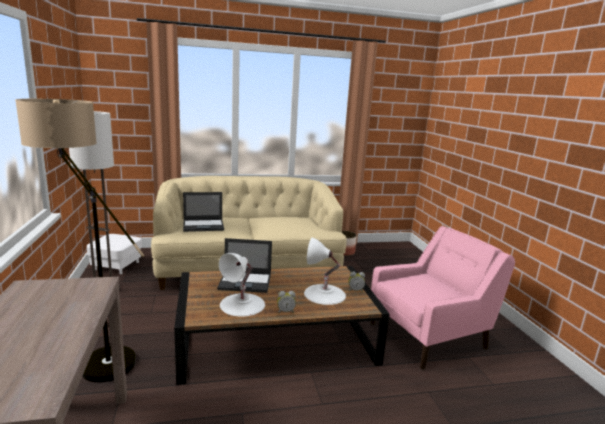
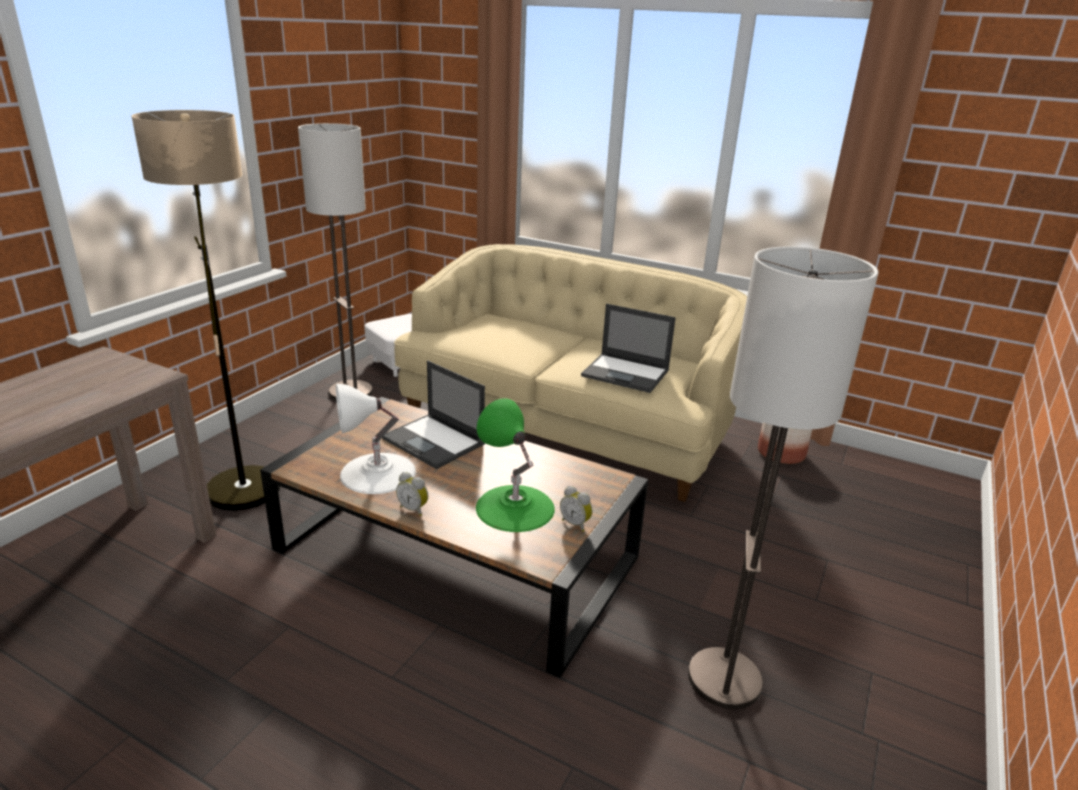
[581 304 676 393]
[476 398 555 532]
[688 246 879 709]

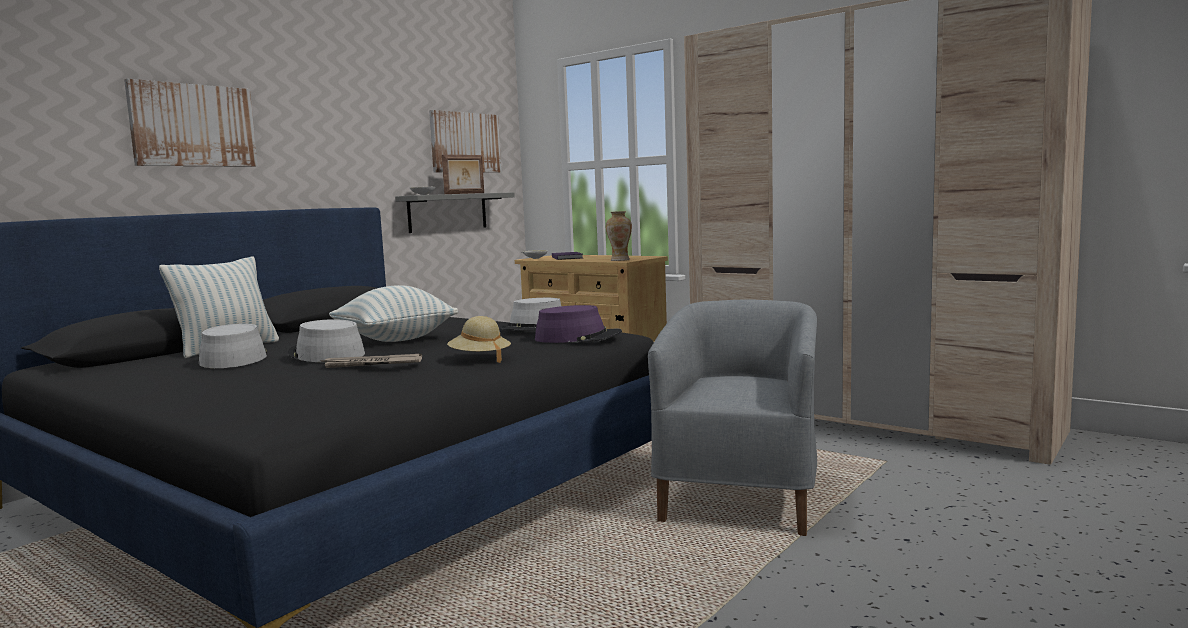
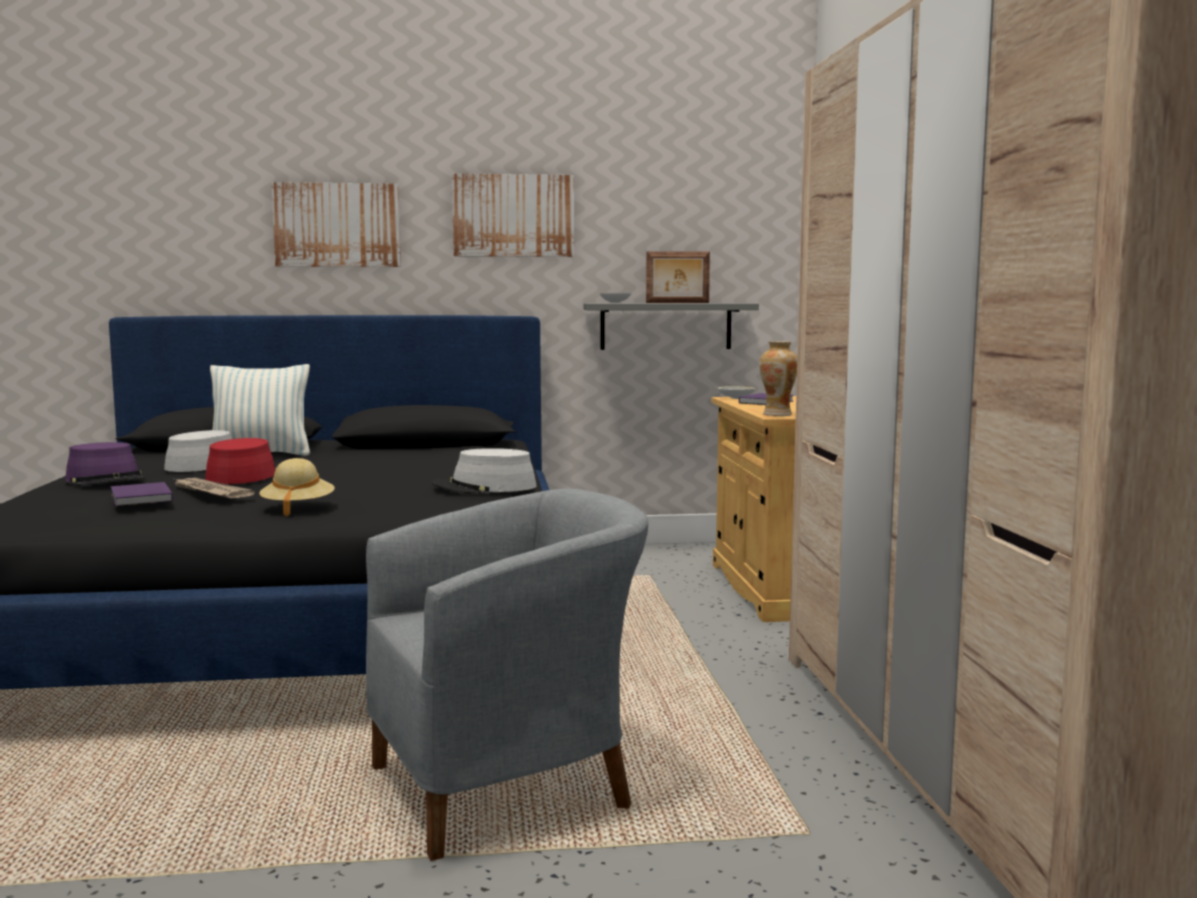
[205 438 278 484]
[329 285 458 342] (first image)
[452 173 574 257]
[65 442 146 486]
[110 482 173 507]

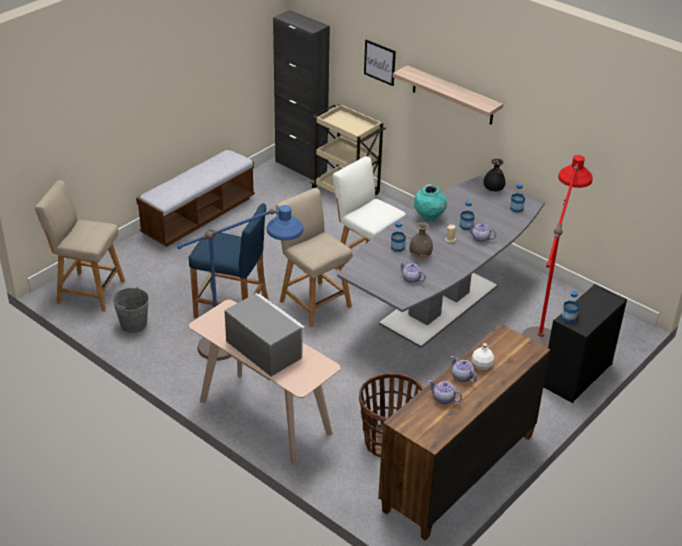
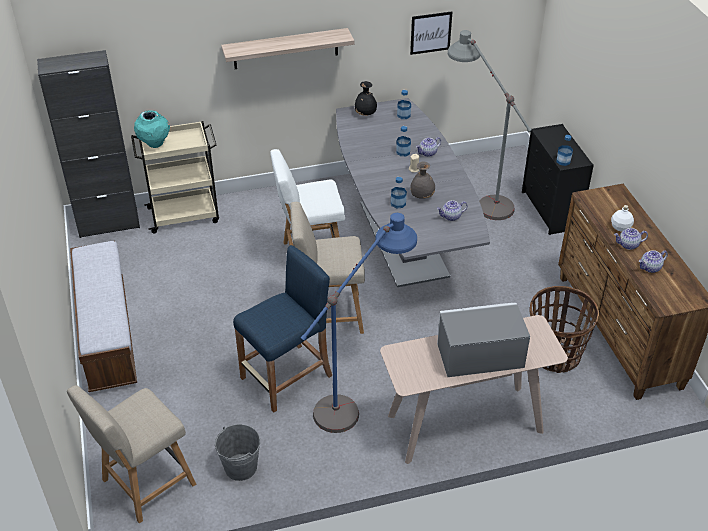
[410 11 452 55]
[134 110 170 148]
[448 30 532 220]

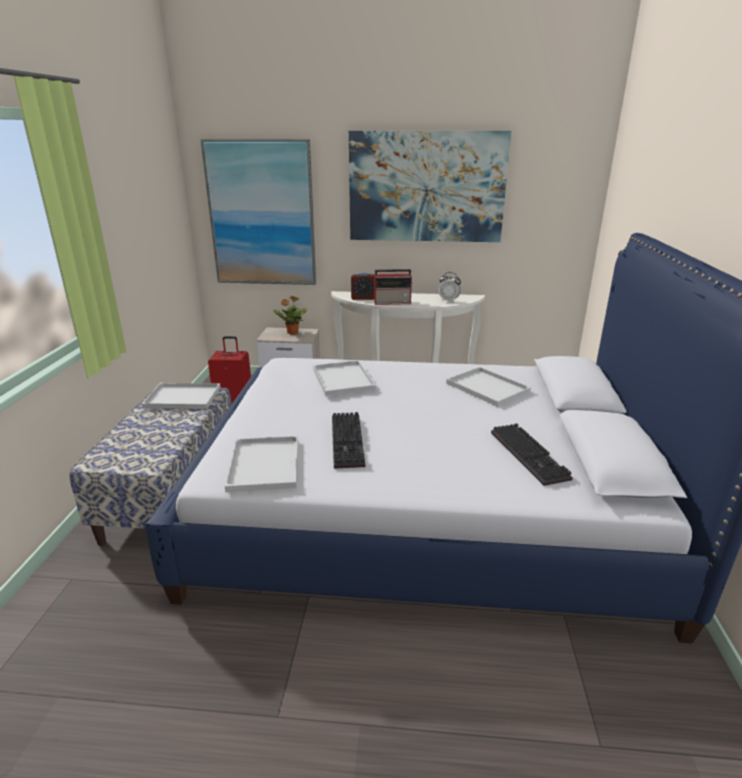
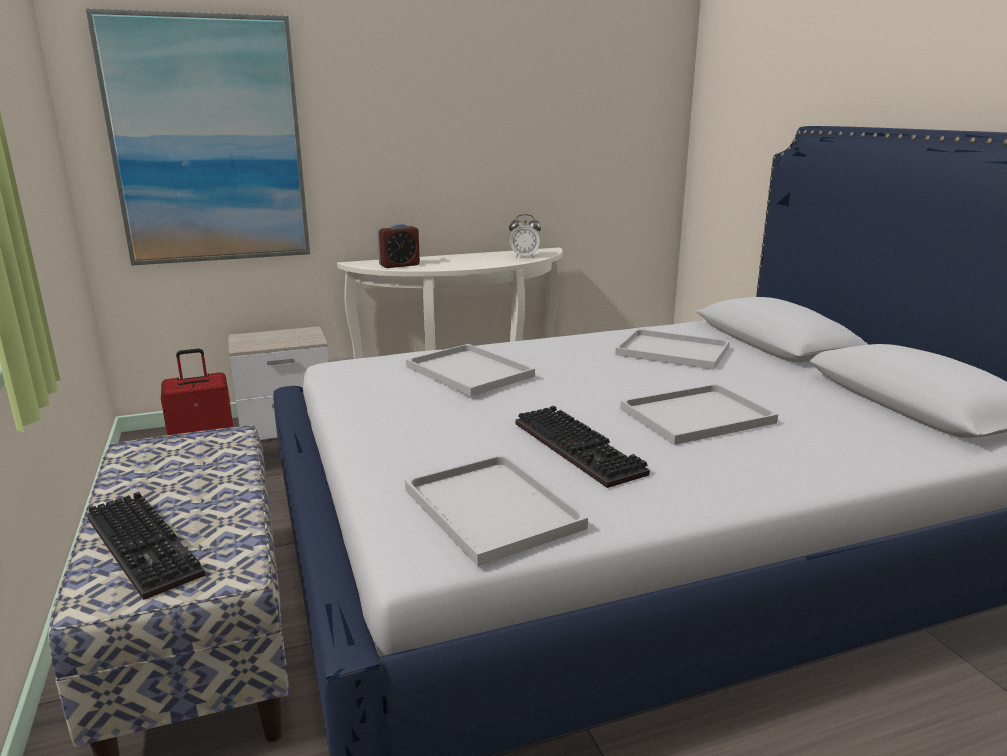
[620 384 778 445]
[273 296 308 335] (first image)
[349 131 511 242] (first image)
[374 269 413 305] (first image)
[87 492 205 600]

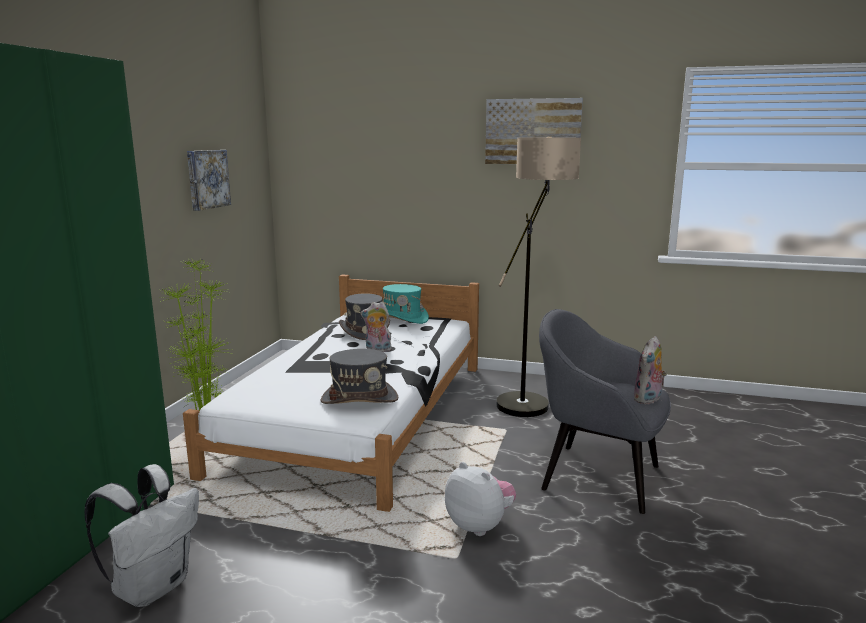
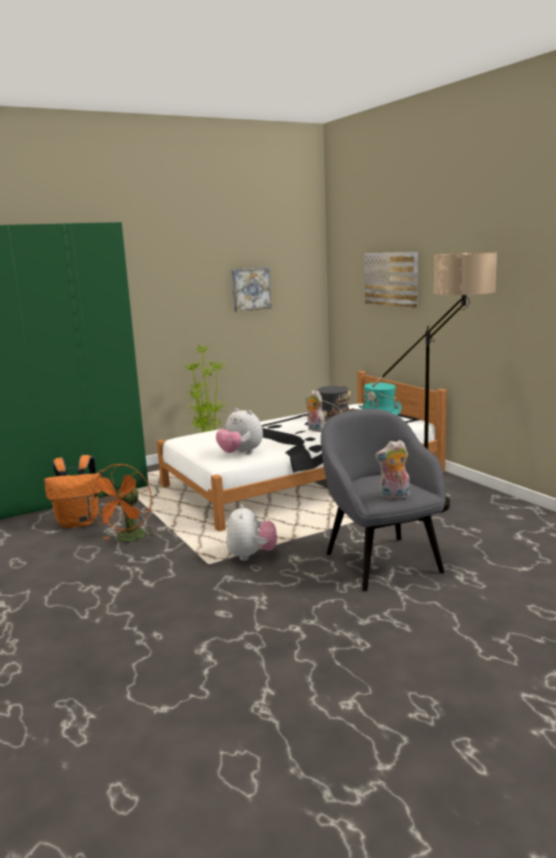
[44 455 101 528]
[216 408 263 454]
[365 252 418 308]
[88 464 156 542]

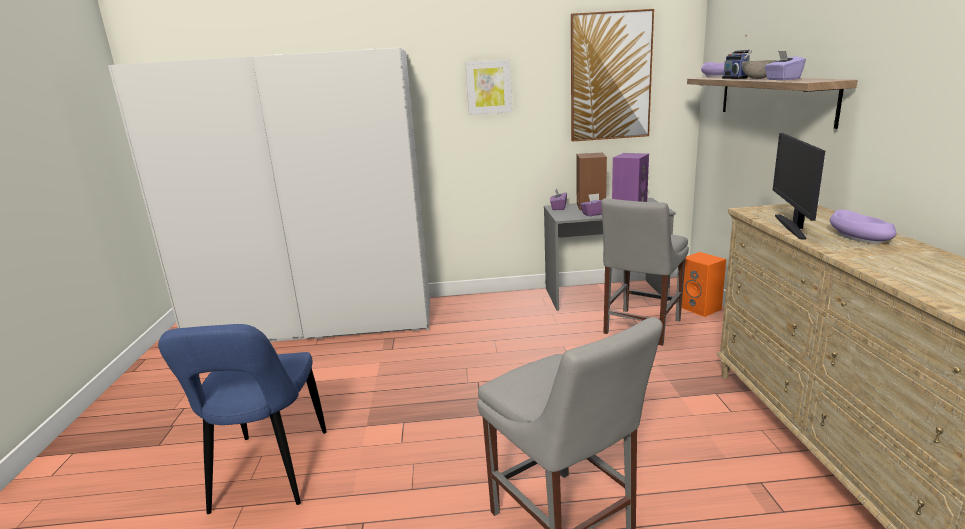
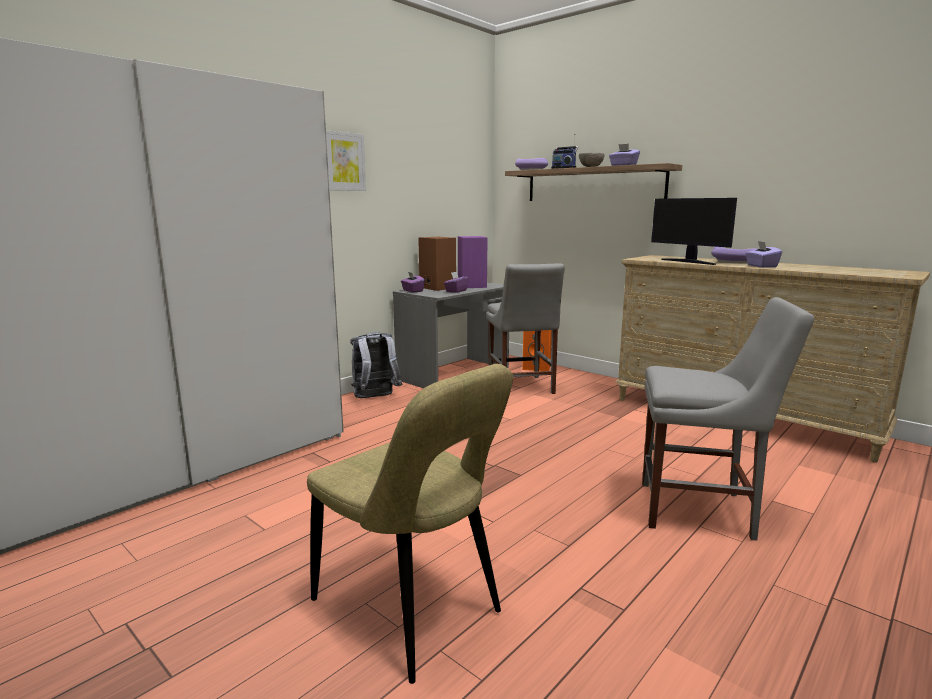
[307 364 513 684]
[571 9 654 142] (first image)
[350 332 402 398]
[745 241 782 268]

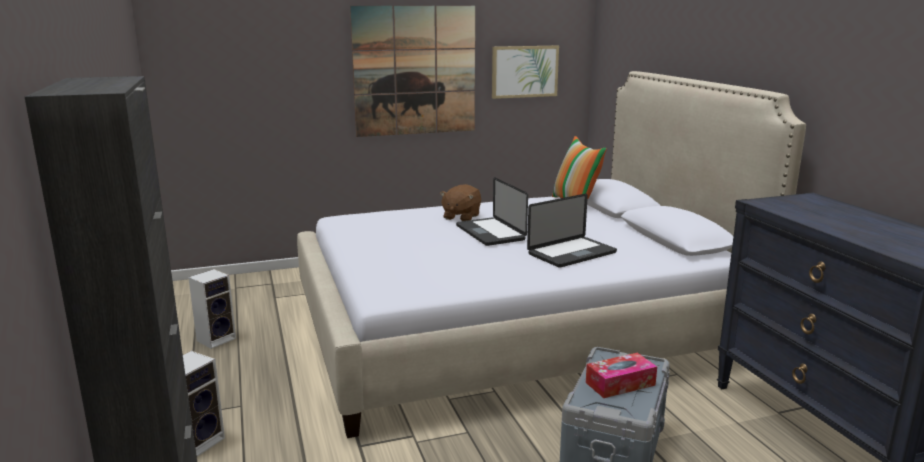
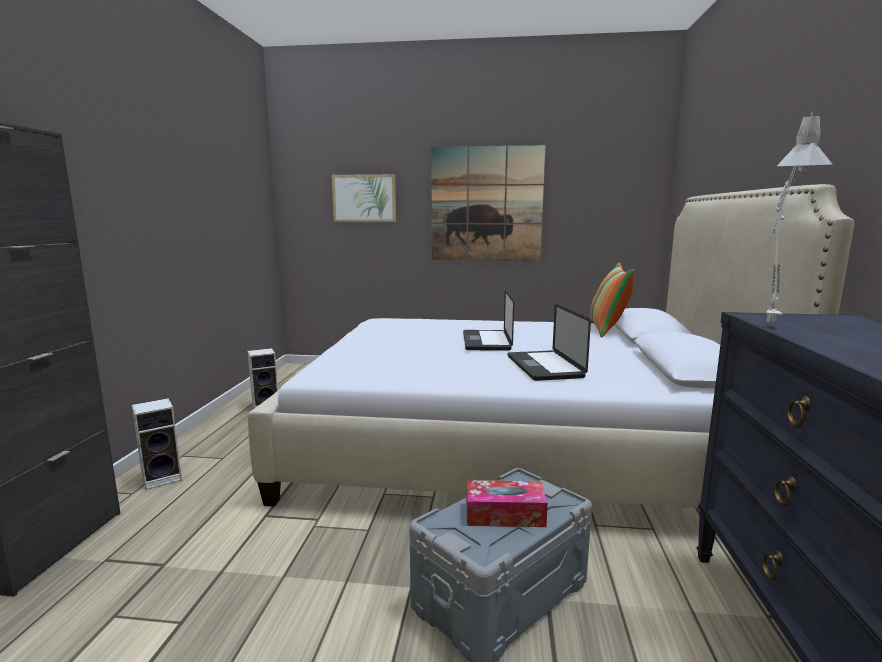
[440 184 481 221] (first image)
[332 174 396 222]
[508 304 591 381]
[766 112 832 322]

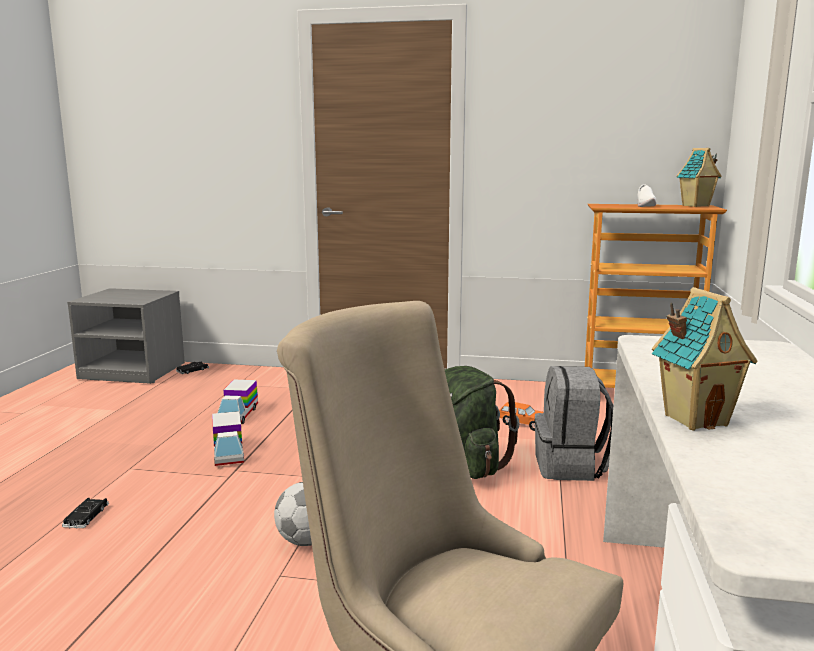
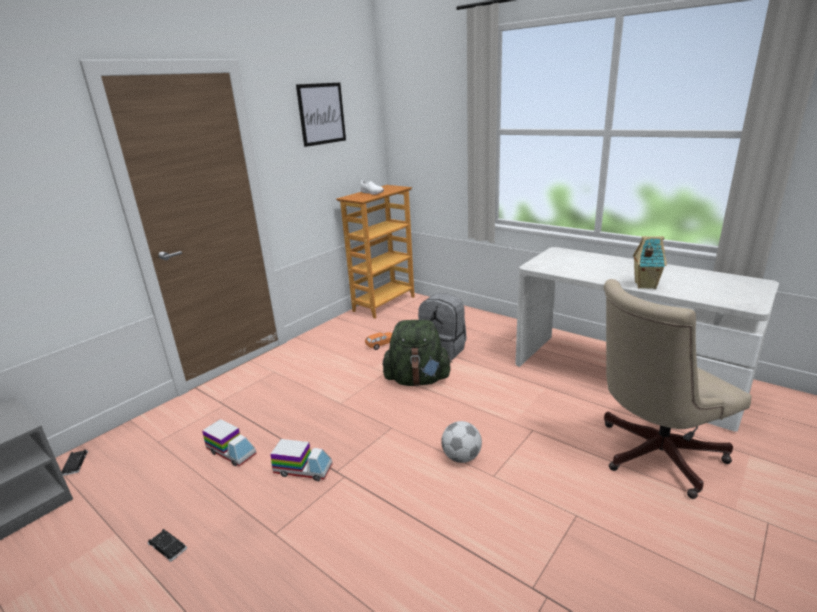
[148 529 187 562]
[677 148 722 207] (first image)
[296 83 346 147]

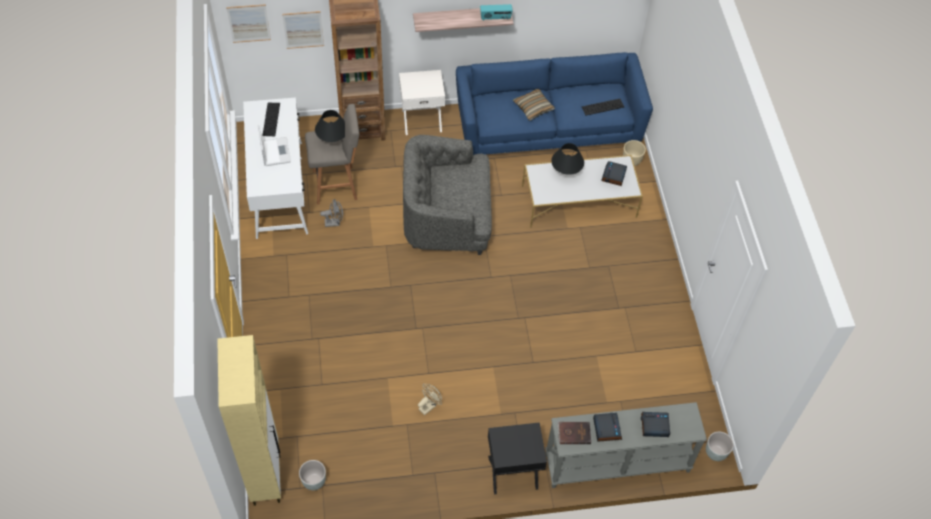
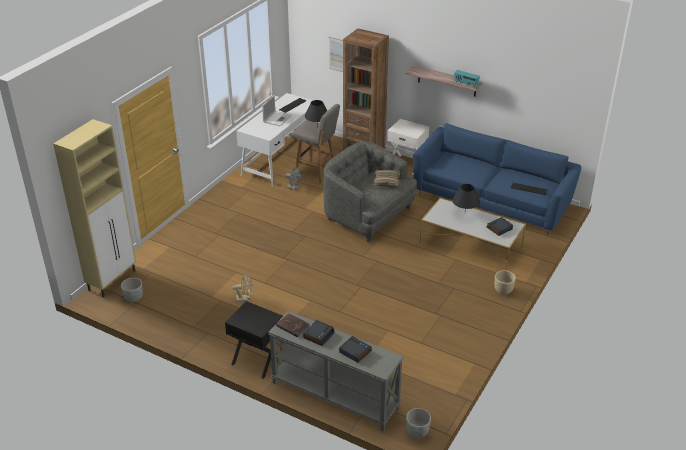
[226 4 271 43] (first image)
[373 170 401 187]
[495 270 516 295]

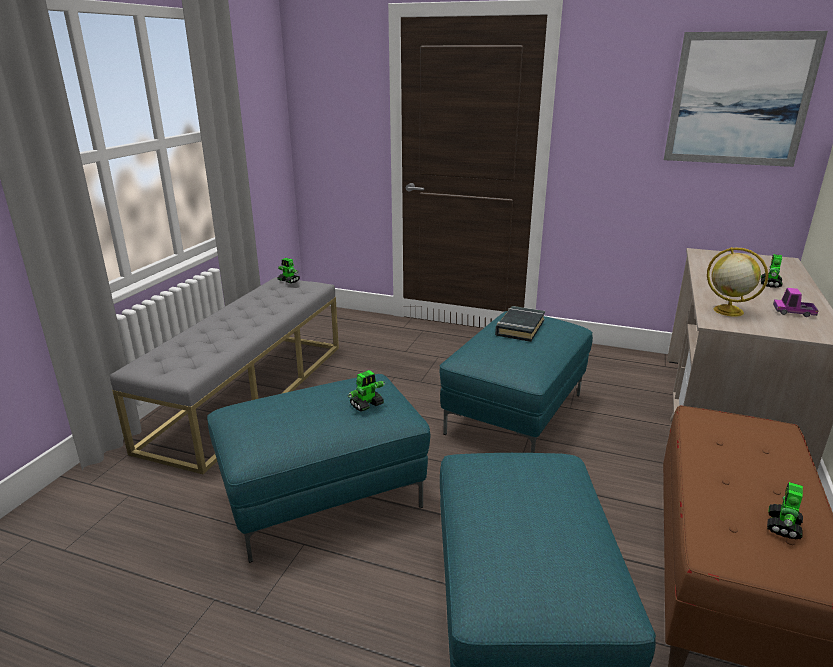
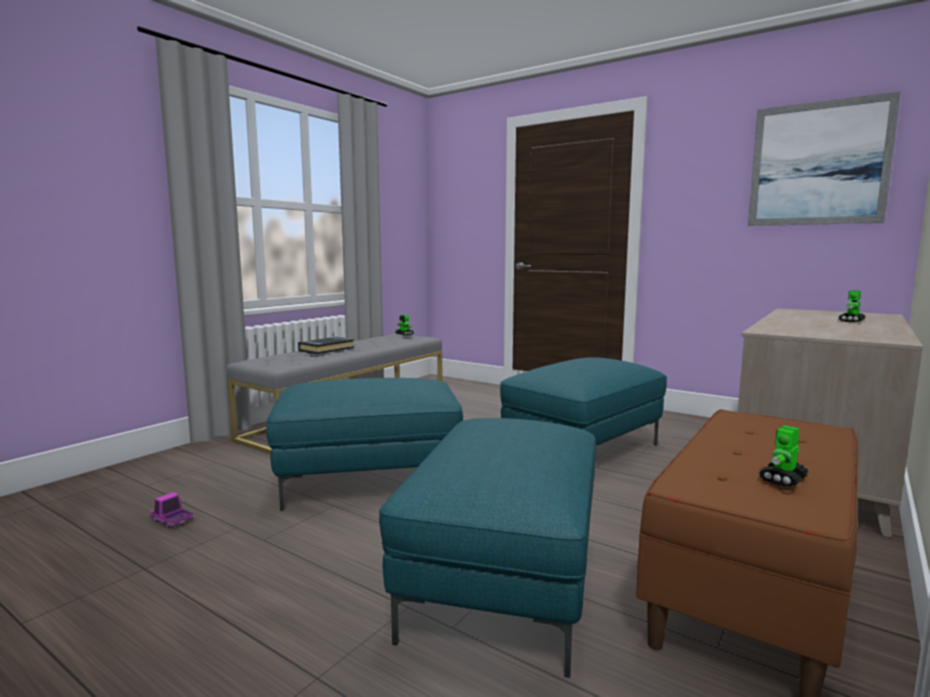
[348 370 385 412] (first image)
[298 337 355 354]
[707 247 768 317] (first image)
[150 492 193 528]

